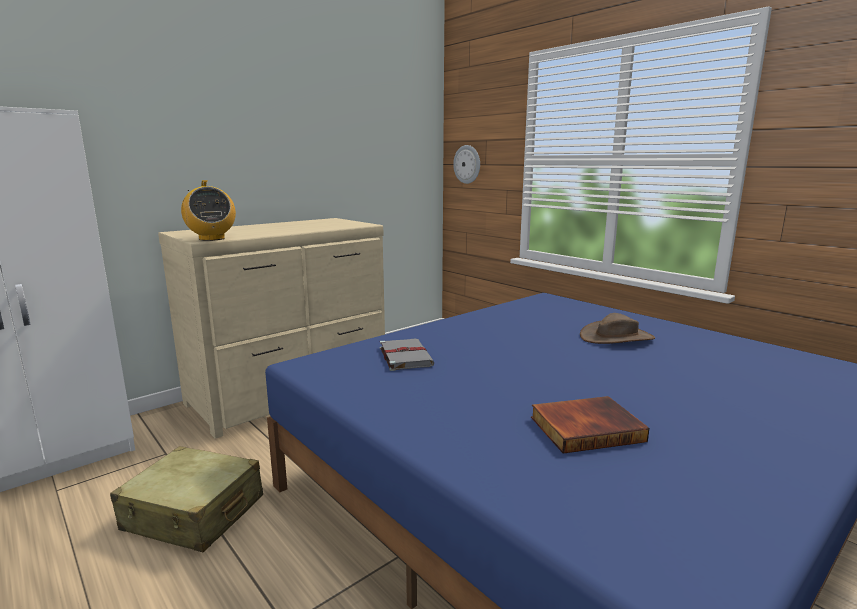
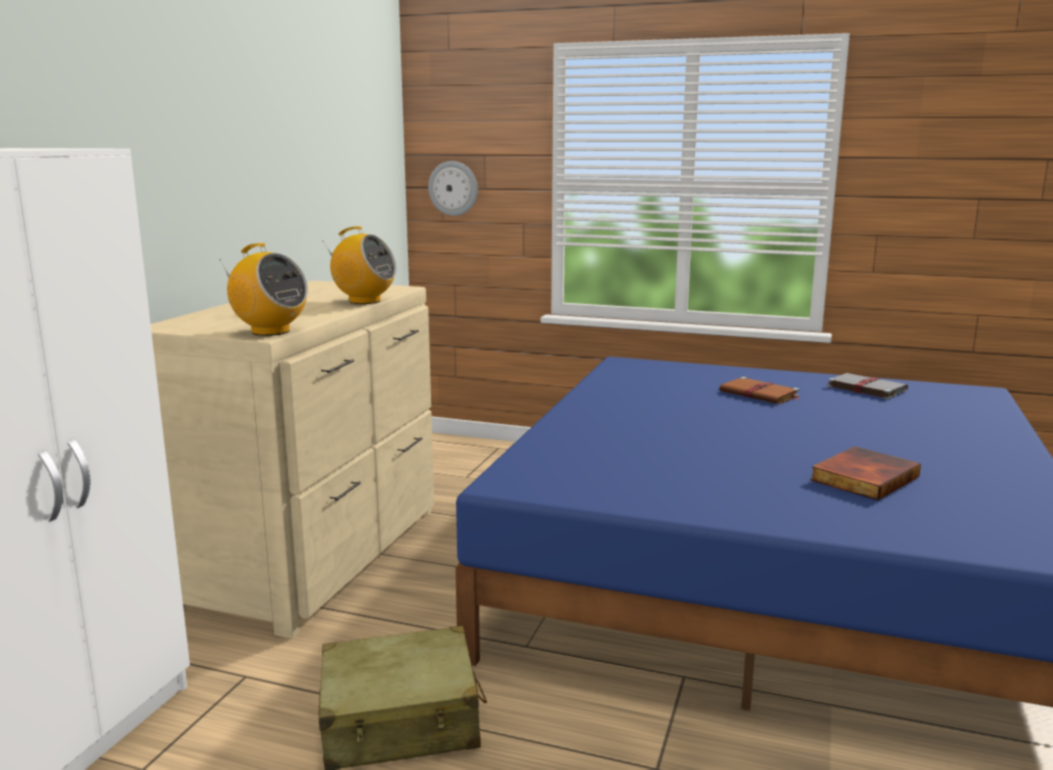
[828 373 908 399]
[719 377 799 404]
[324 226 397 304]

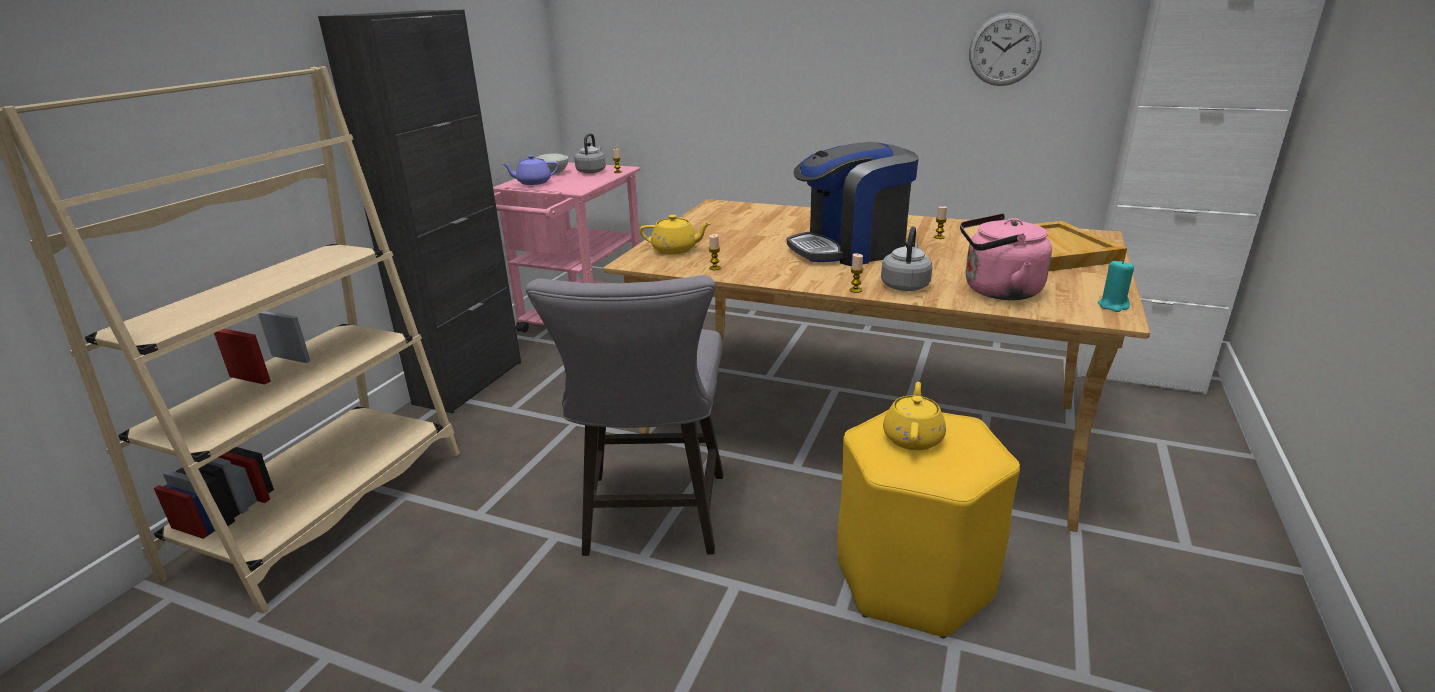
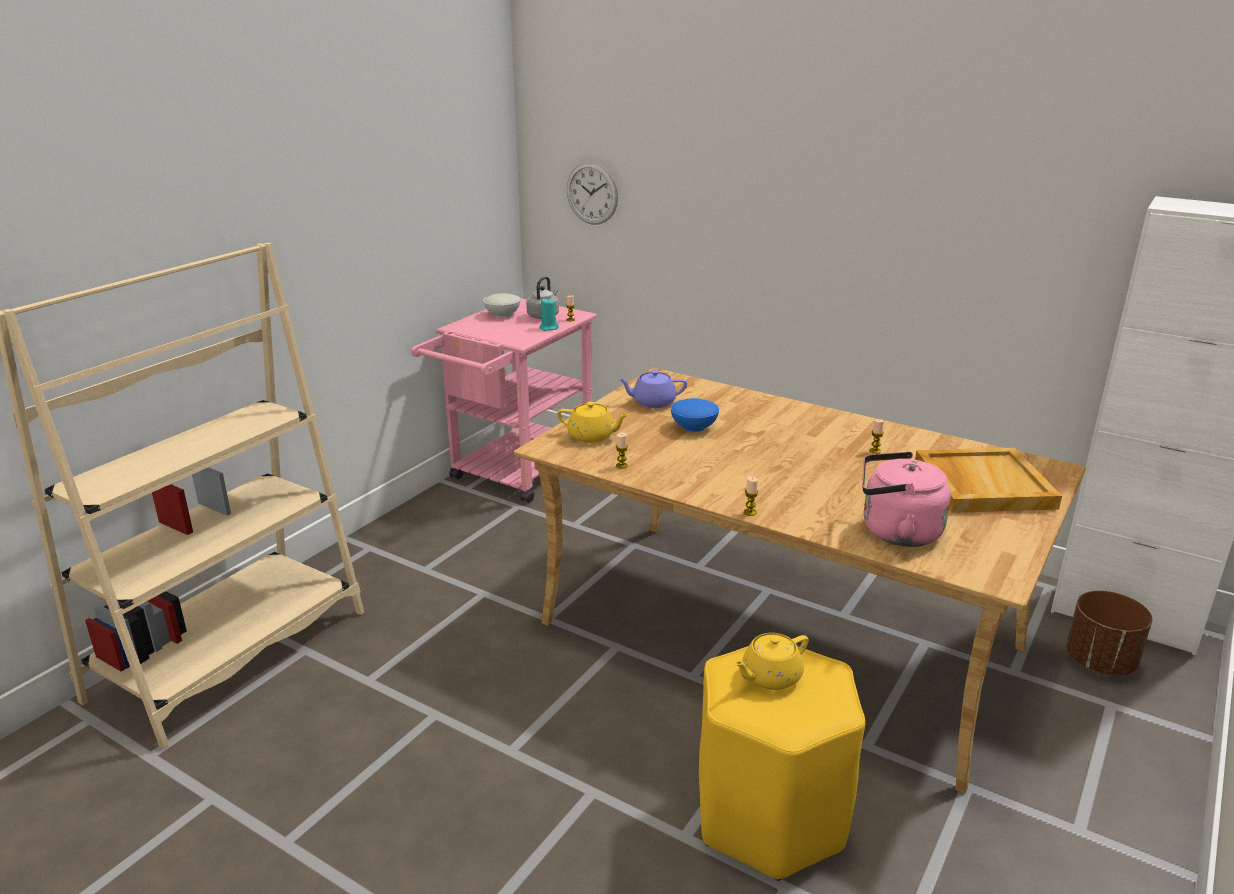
[318 10 521 413] (first image)
[618 370 687 408]
[526 275 724 556] (first image)
[787 142 919 266] (first image)
[881 226 932 291] (first image)
[733 633 809 690]
[567 162 618 225]
[539 299 559 331]
[671 398 719 432]
[1066 591 1152 675]

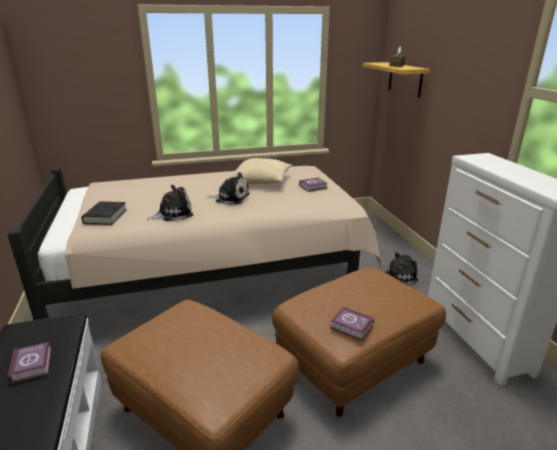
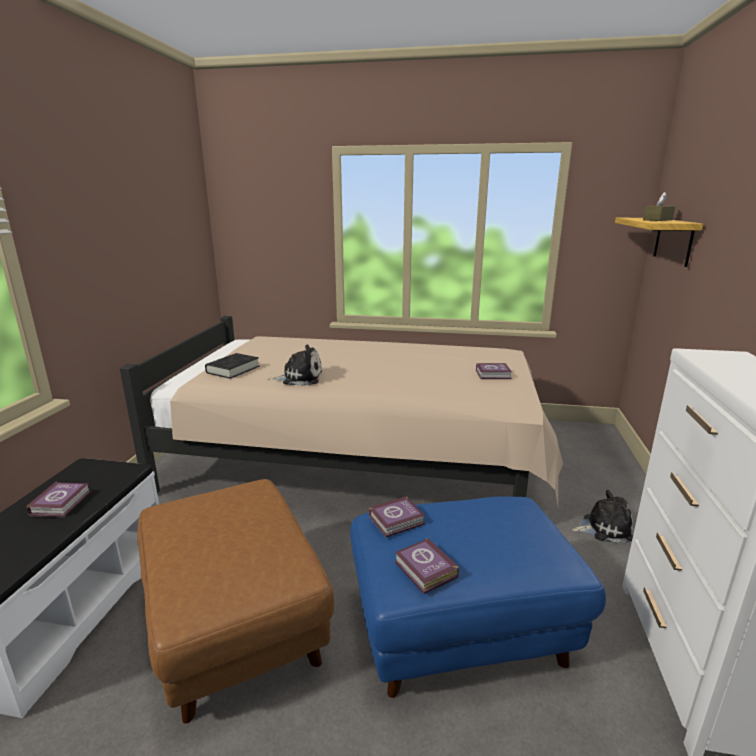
[207 172 250 205] (first image)
[230 158 292 184] (first image)
[350 497 606 698]
[369 496 425 537]

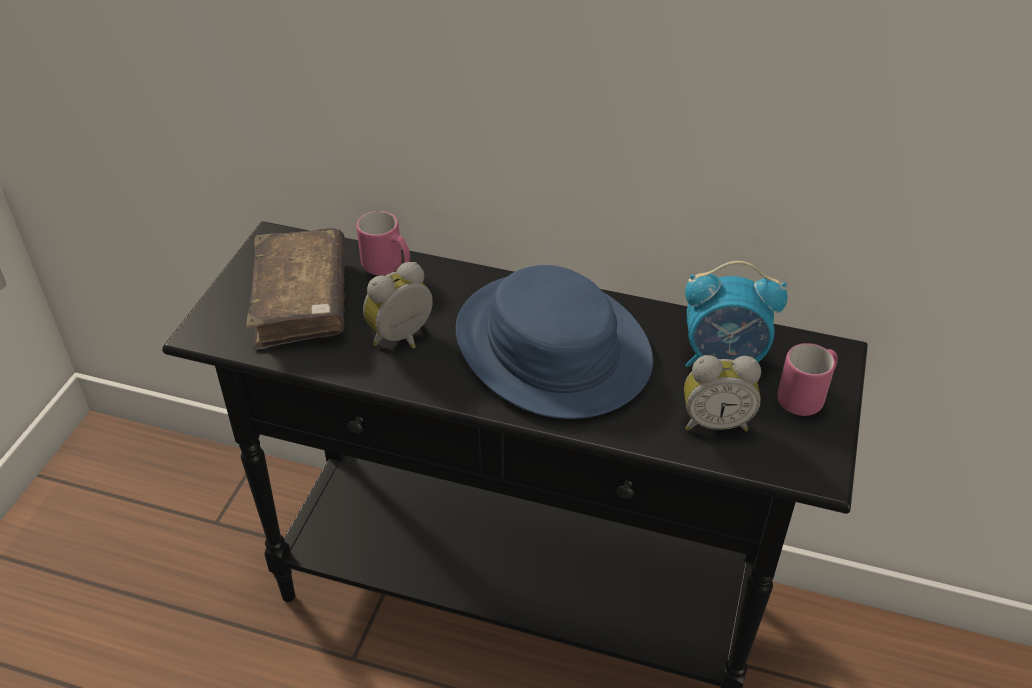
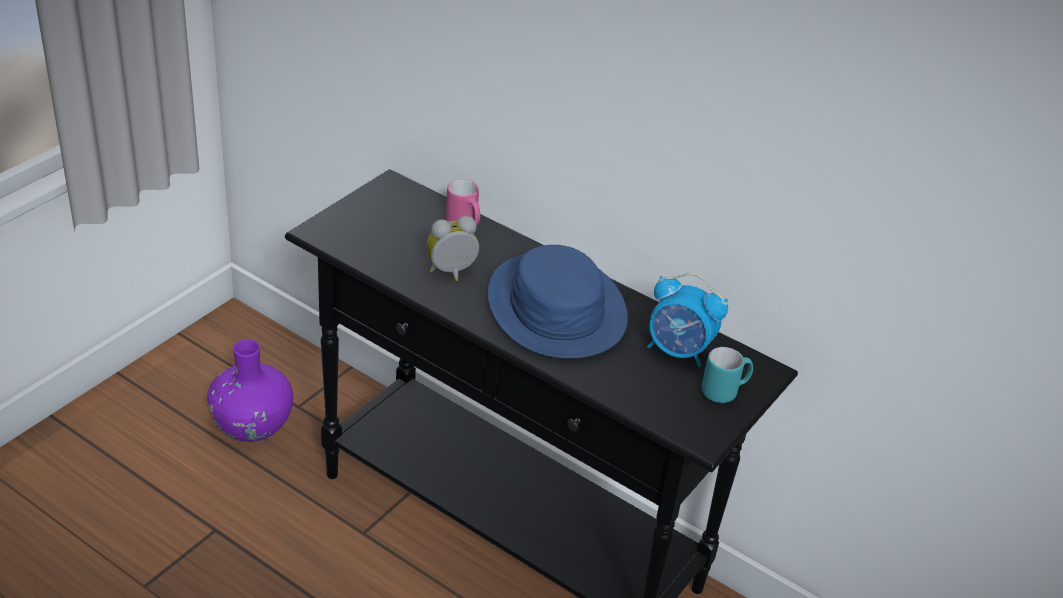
[246 228 345 350] (first image)
[684 355 761 432] (first image)
[701 347 753 403]
[207 339 293 442]

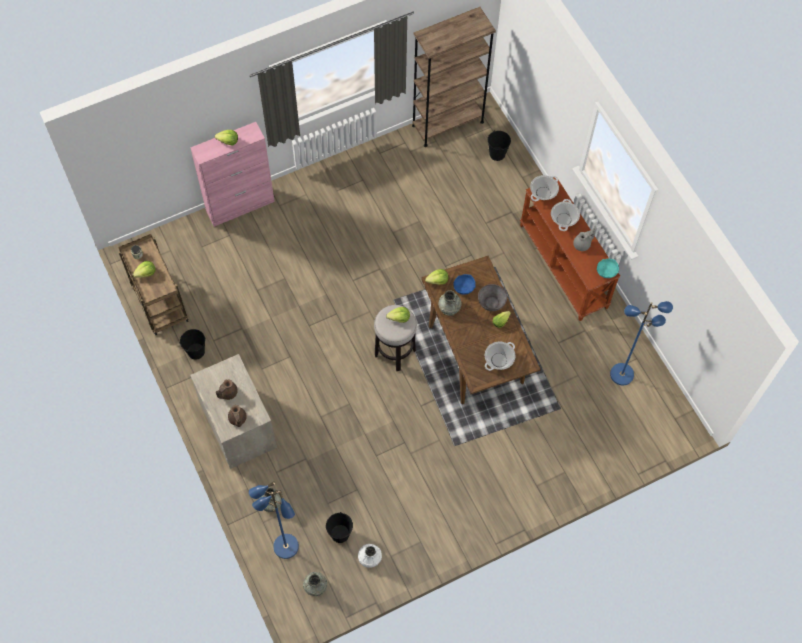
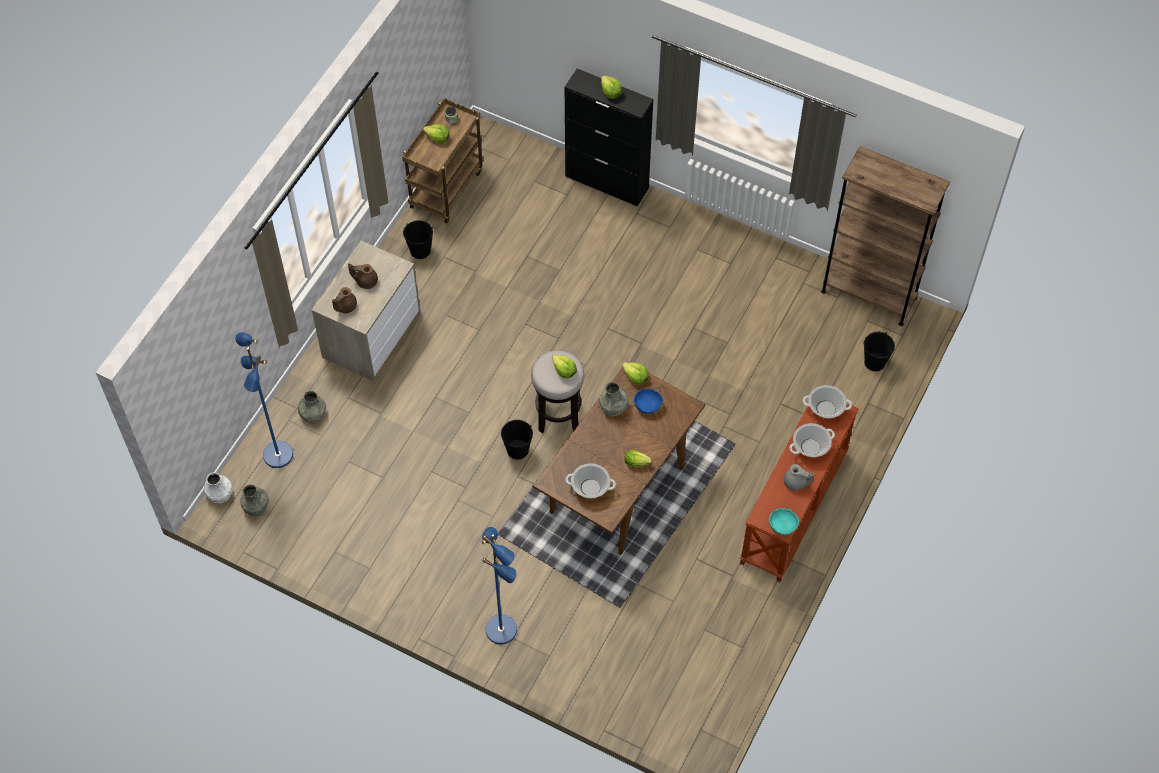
[564 69 653 206]
[501 420 533 460]
[204 472 232 504]
[478 284 507 311] (first image)
[482 527 517 644]

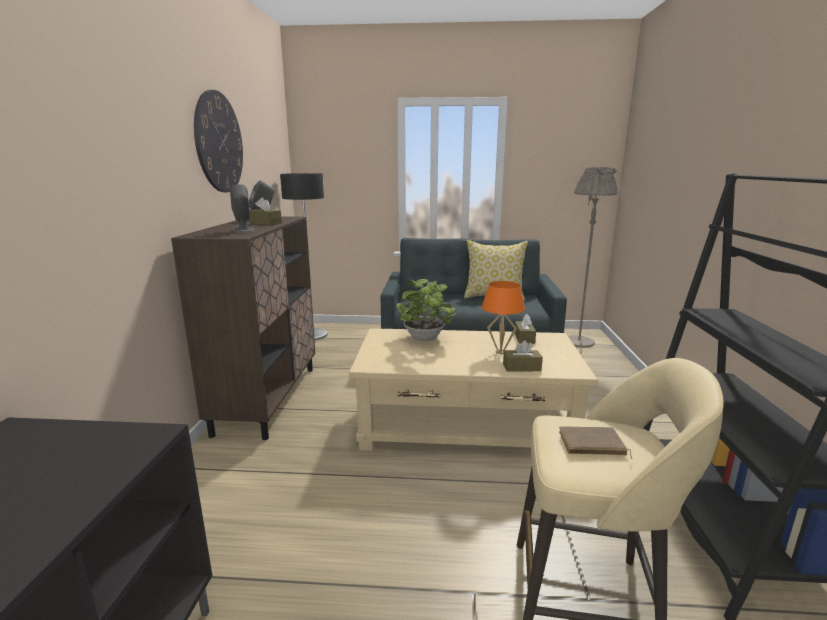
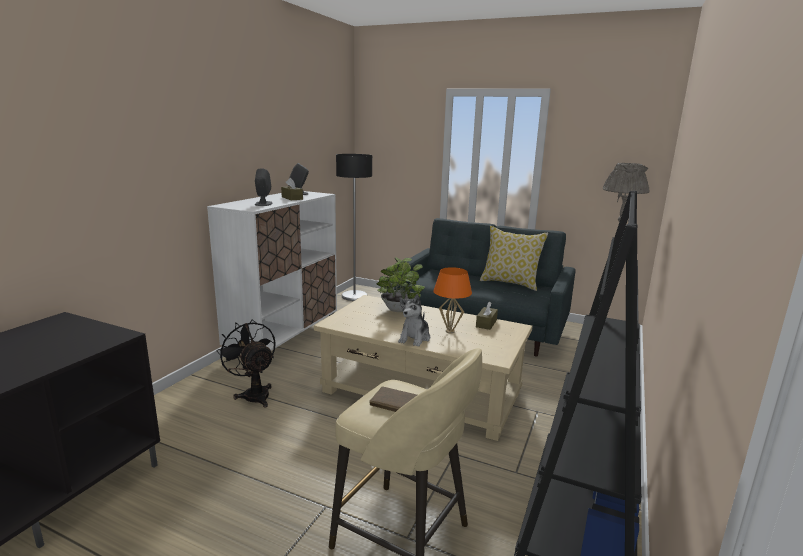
[207 191 337 361]
[194 90 243 192] (first image)
[503 340 543 372] (first image)
[216 320 276 408]
[398 294 430 347]

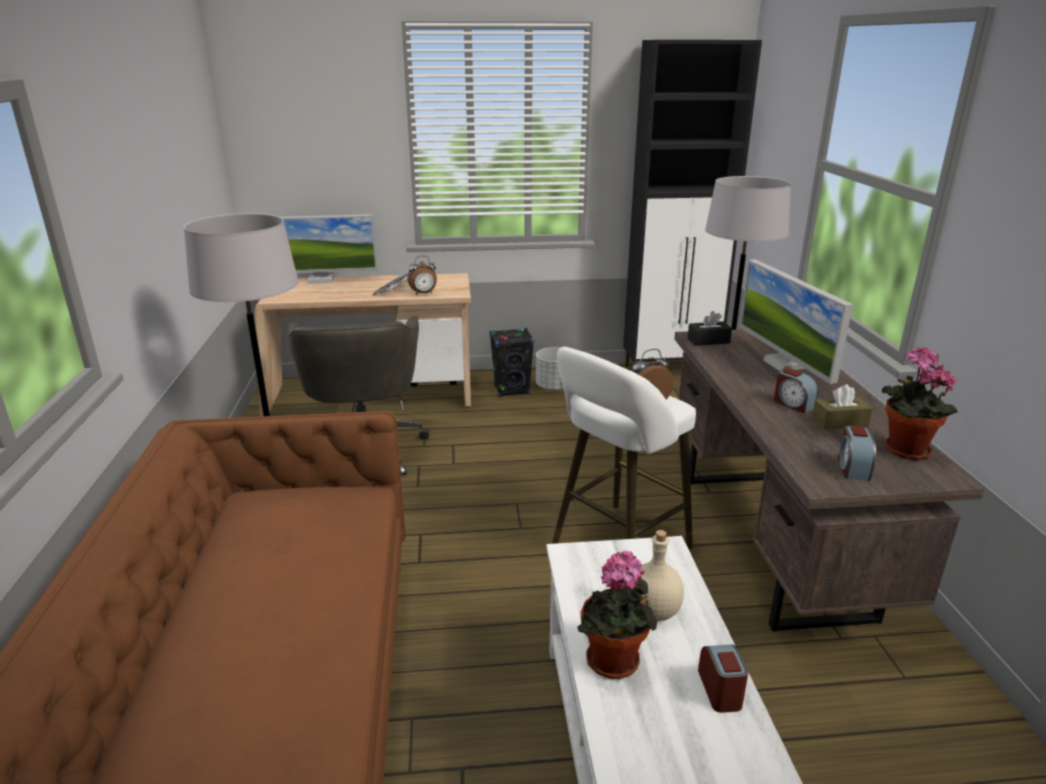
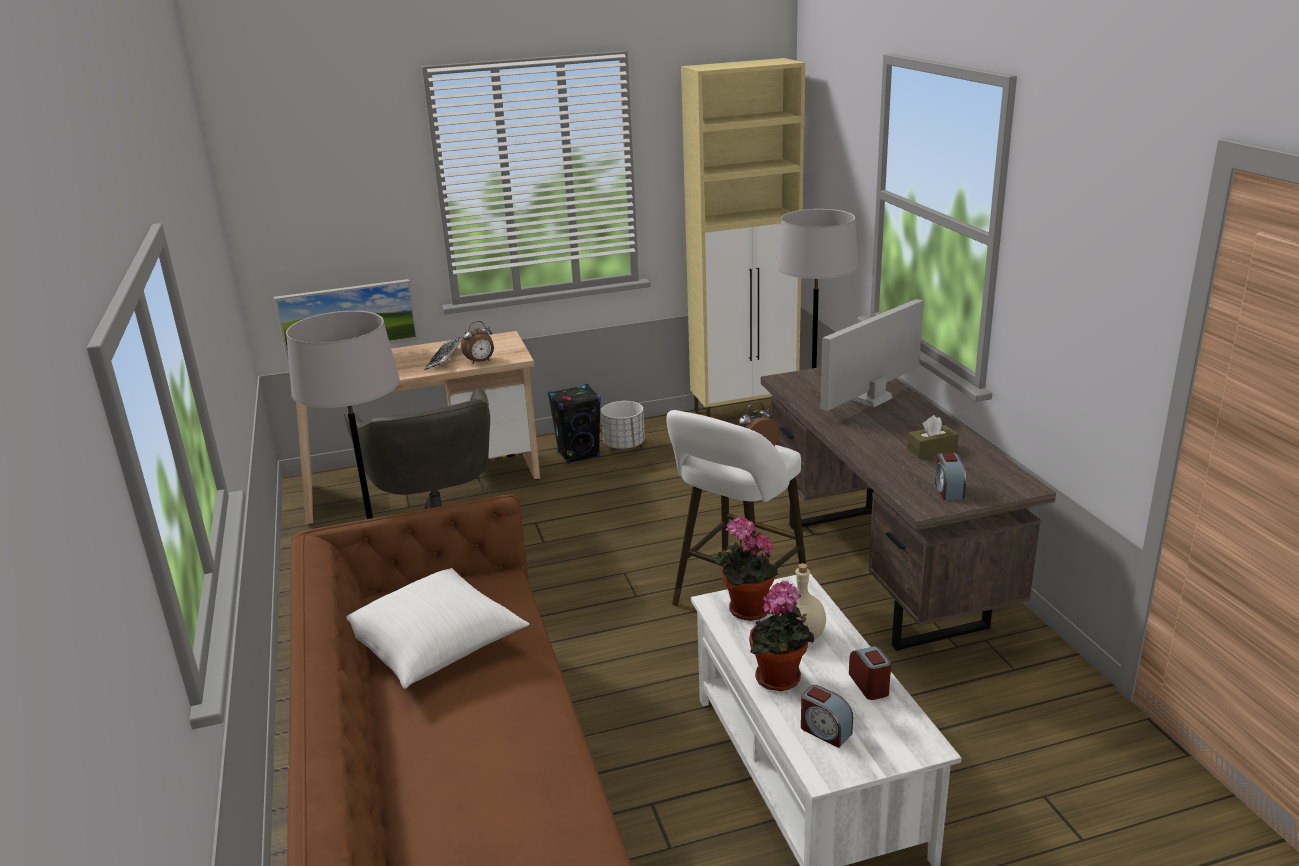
[681 58 805 417]
[687 311 732 346] (first image)
[820 299 924 411]
[801 685 853 748]
[716 517 778 621]
[347 568 529 689]

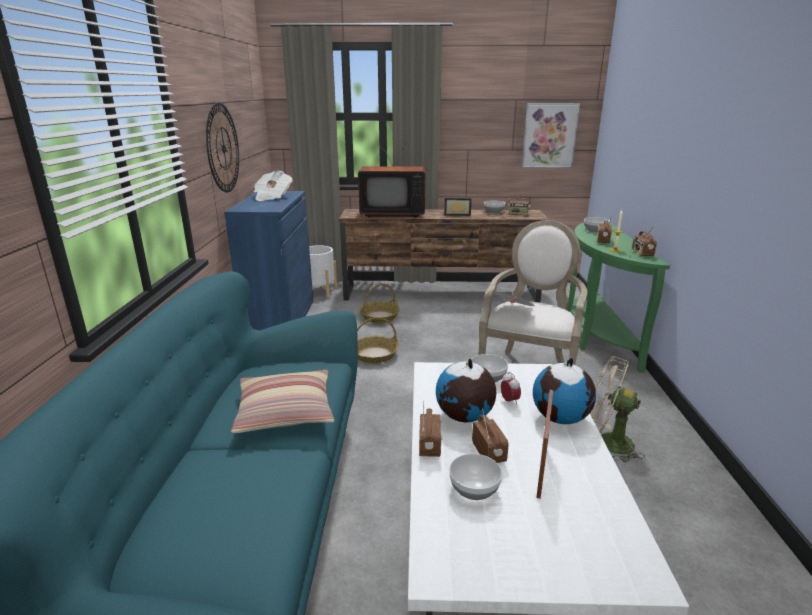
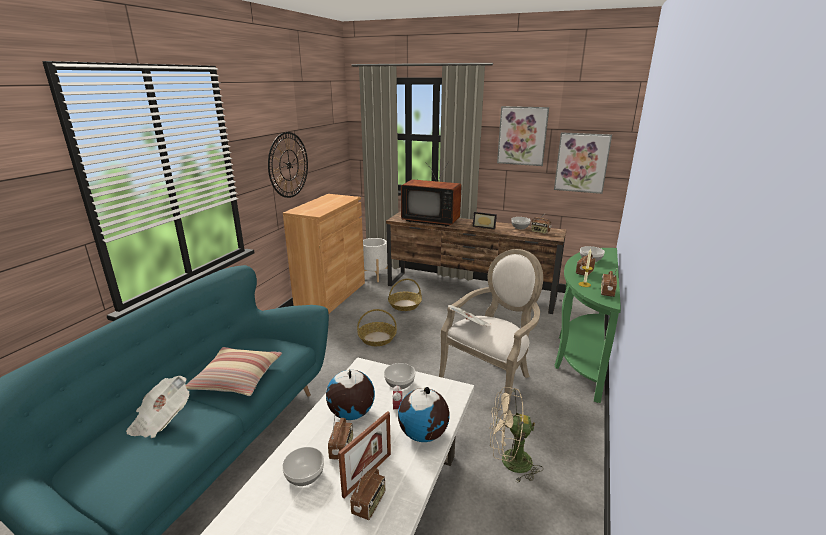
[283 194 365 313]
[126 376 189 438]
[350 463 385 520]
[489 387 543 482]
[497 106 549 166]

